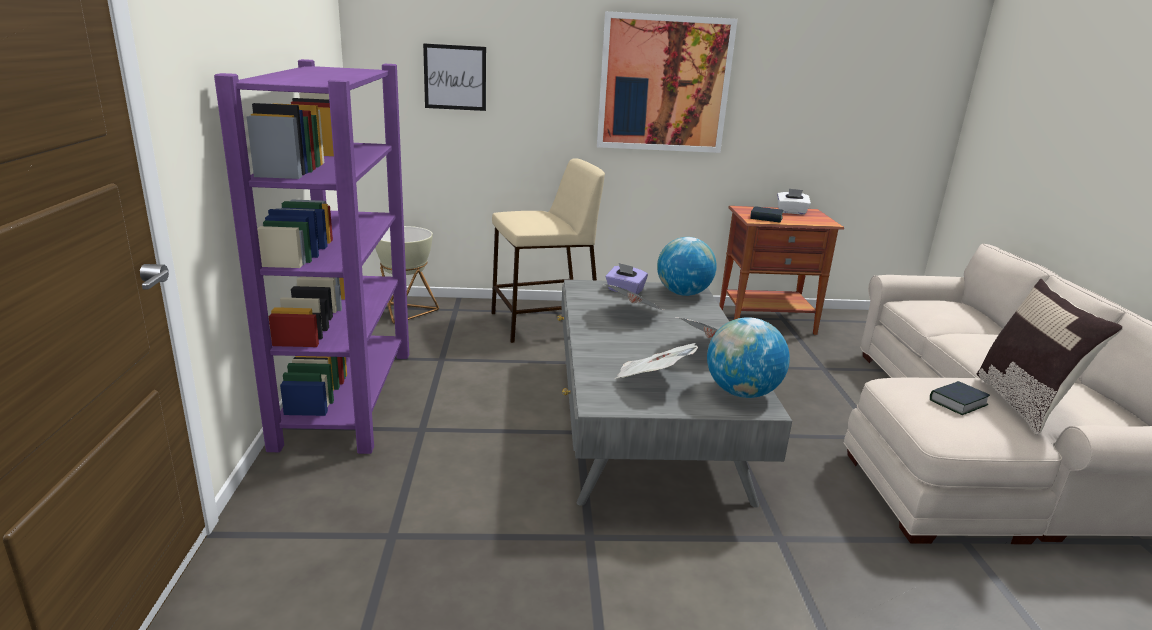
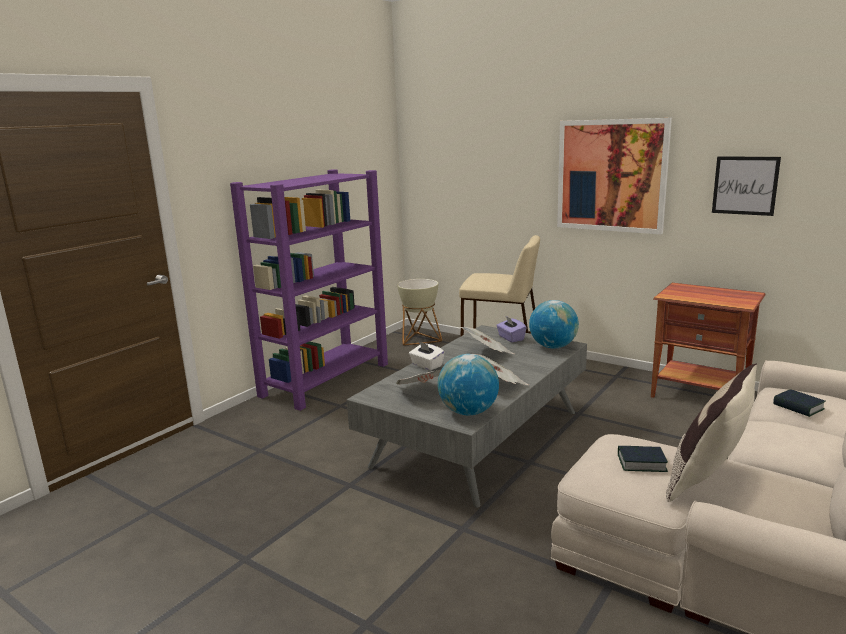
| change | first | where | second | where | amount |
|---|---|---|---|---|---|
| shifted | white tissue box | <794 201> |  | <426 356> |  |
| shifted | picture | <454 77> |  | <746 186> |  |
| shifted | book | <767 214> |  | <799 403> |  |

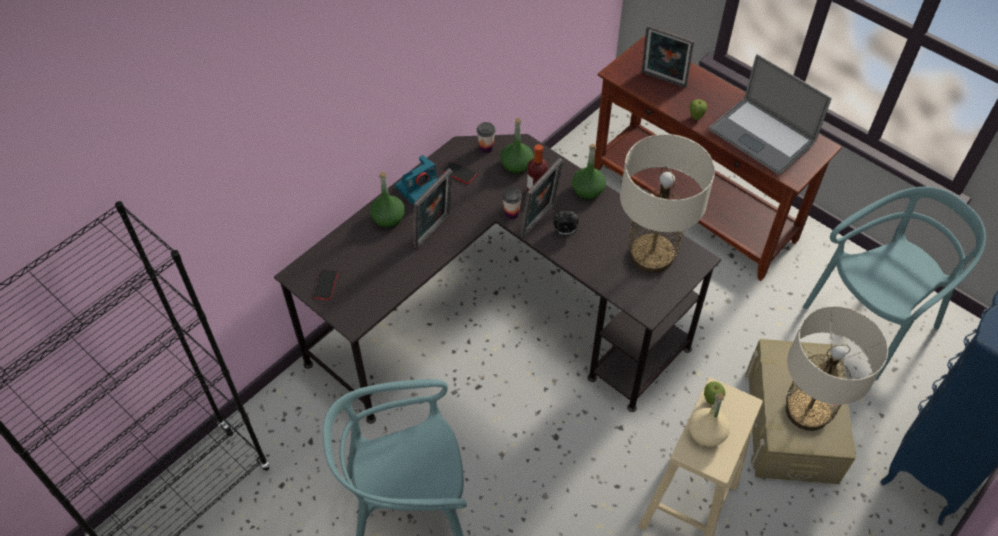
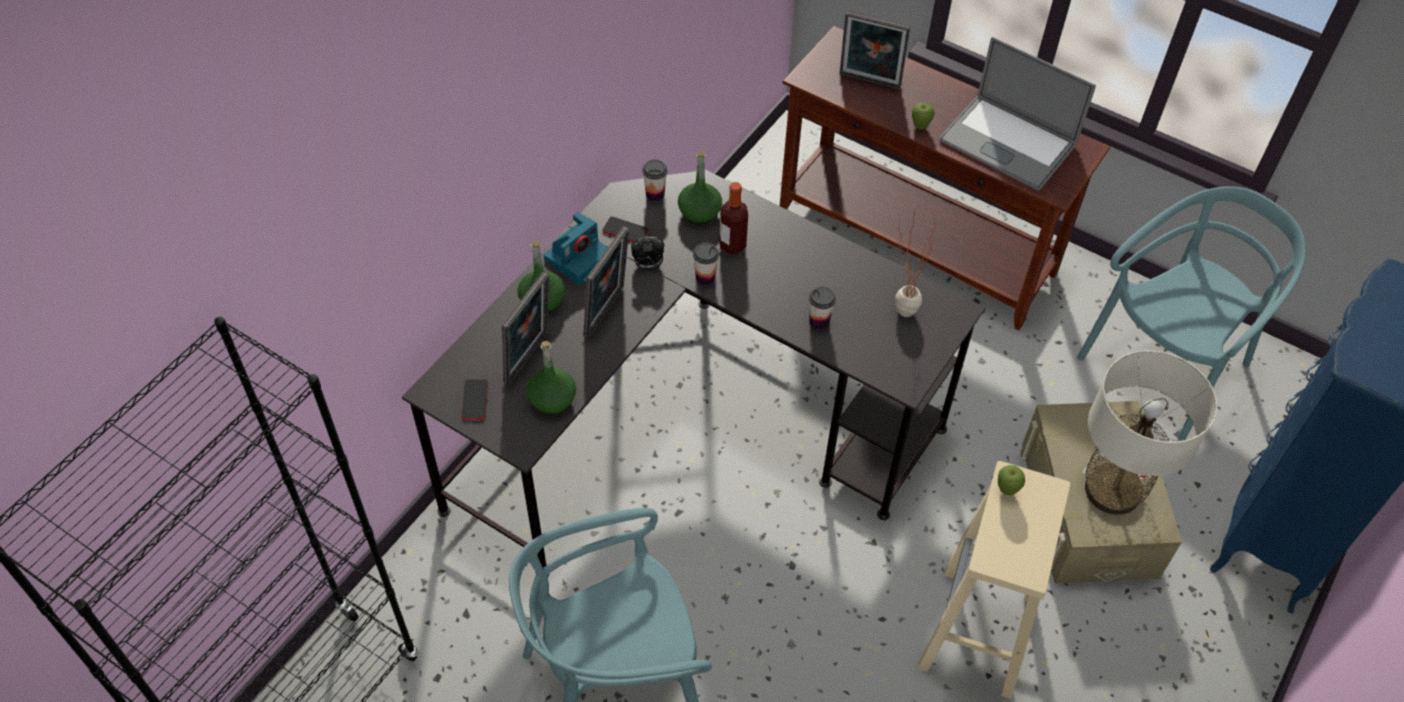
| change | first | where | second | where | amount |
|---|---|---|---|---|---|
| shifted | picture frame | <541 197> |  | <525 328> |  |
| shifted | green bottle | <589 172> |  | <551 378> |  |
| shifted | alarm clock | <566 223> |  | <647 253> |  |
| new |  |  | cup | <822 308> |  |
| swapped | table lamp | <667 203> | potted plant | <916 261> |  |
| gone | beige bottle | <709 420> |  |  |  |

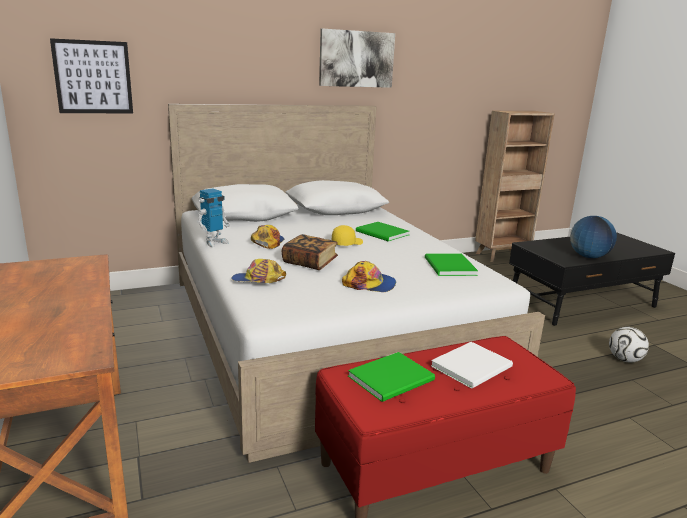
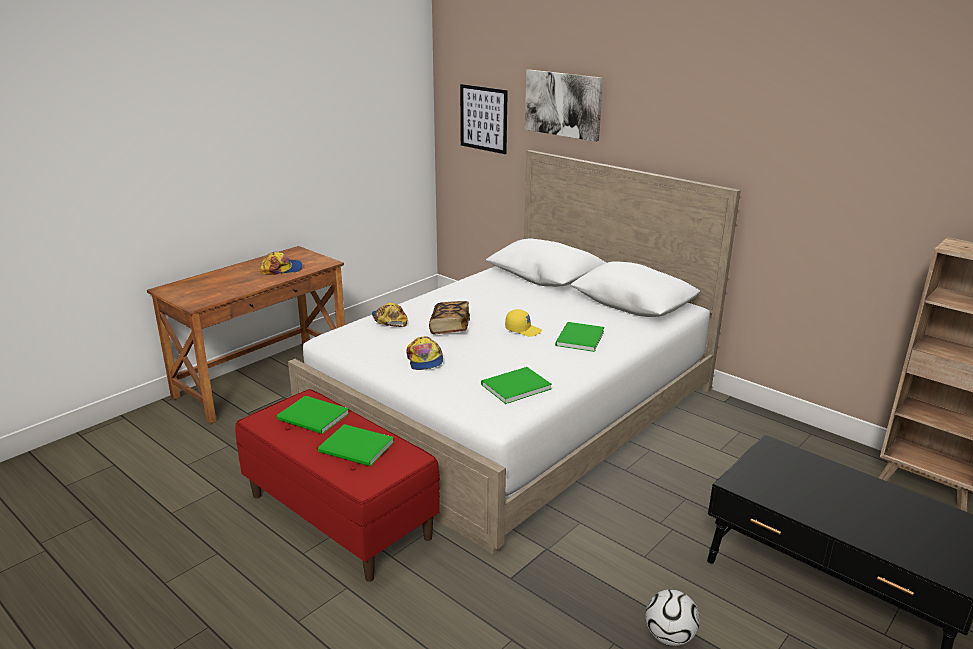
| change | first | where | second | where | amount |
|---|---|---|---|---|---|
| shifted | cap | <267 237> |  | <281 263> |  |
| repainted | white book | <472 365> | green book | <356 445> |  |
| shifted | picture | <357 58> |  | <564 105> |  |
| gone | toy robot | <213 217> |  |  |  |
| gone | globe | <593 237> |  |  |  |

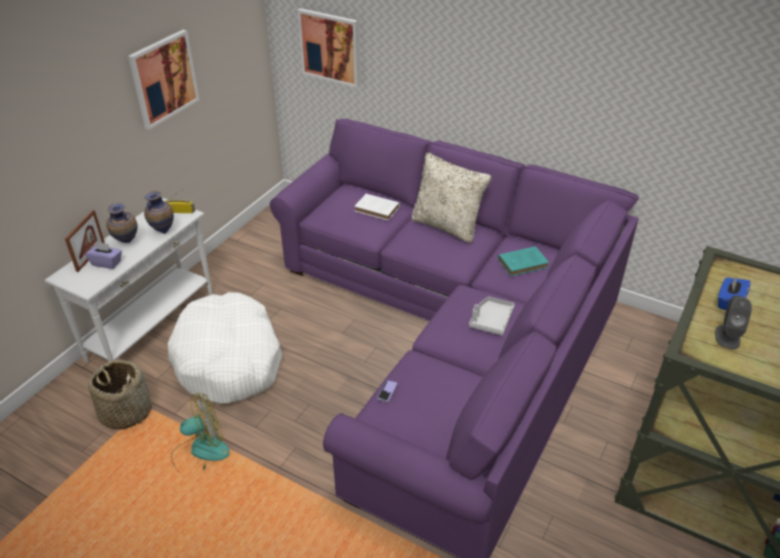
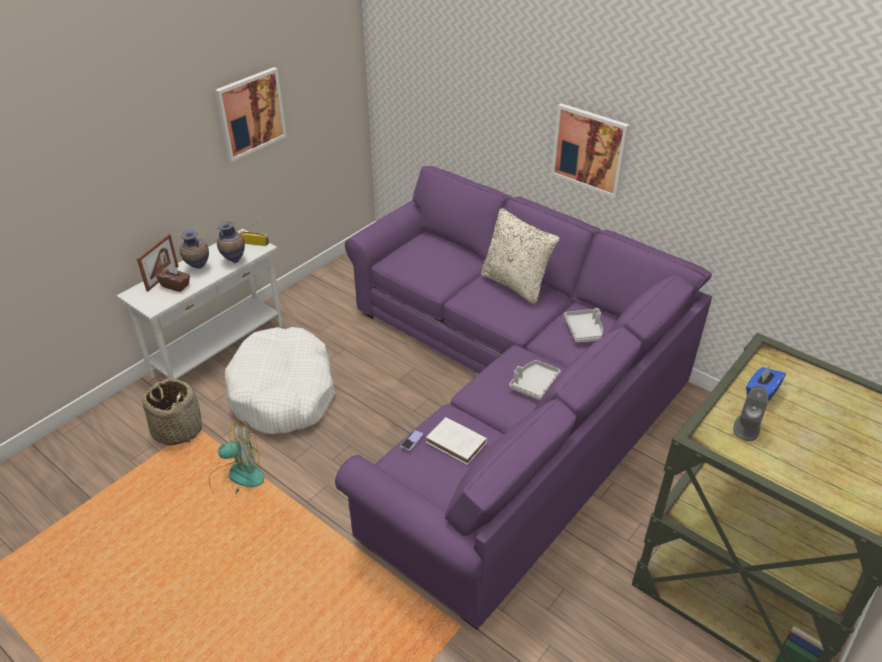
| change | first | where | second | where | amount |
|---|---|---|---|---|---|
| repainted | purple tissue box | <103 255> | brown tissue box | <173 278> |  |
| shifted | white book | <377 207> |  | <456 441> |  |
| shifted | picture | <328 48> |  | <590 150> |  |
| swapped | turquoise book | <523 261> | grey tray | <583 325> |  |

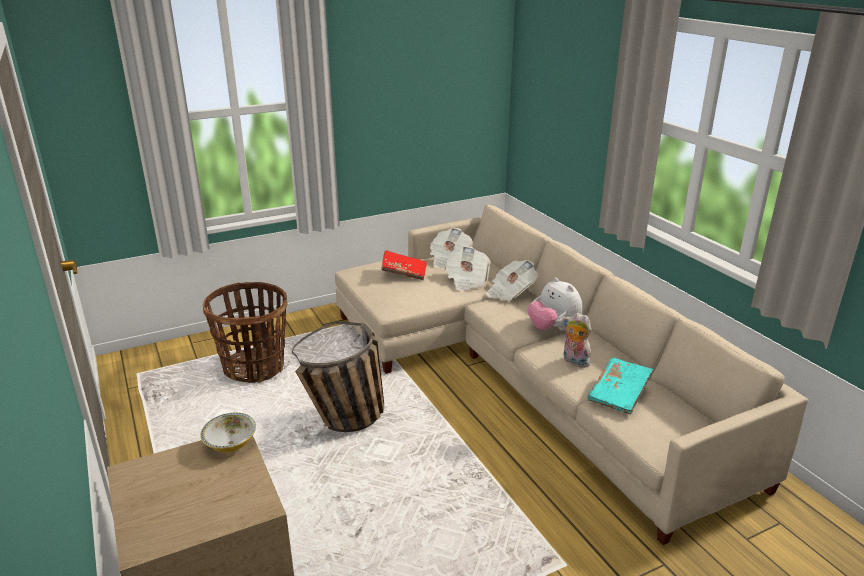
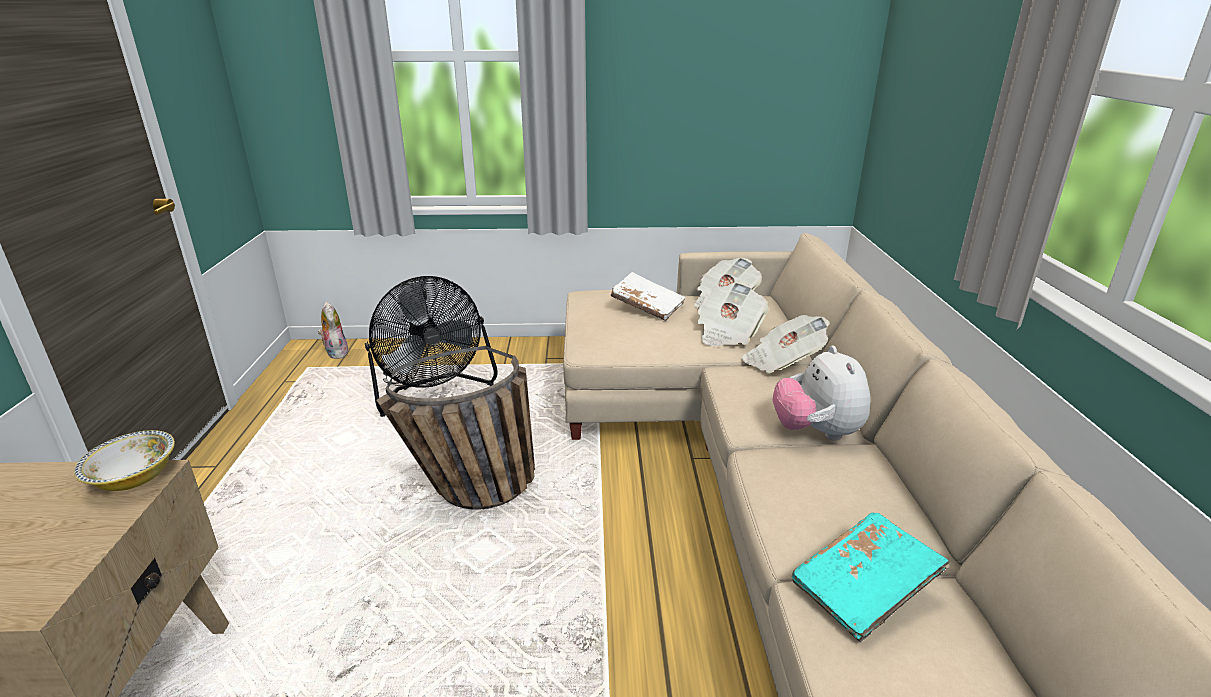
| change | first | where | second | where | amount |
|---|---|---|---|---|---|
| shifted | plush toy | <577 340> |  | <333 330> |  |
| swapped | basket | <245 332> | black fan | <431 346> |  |
| repainted | red book | <404 265> | white book | <648 296> |  |

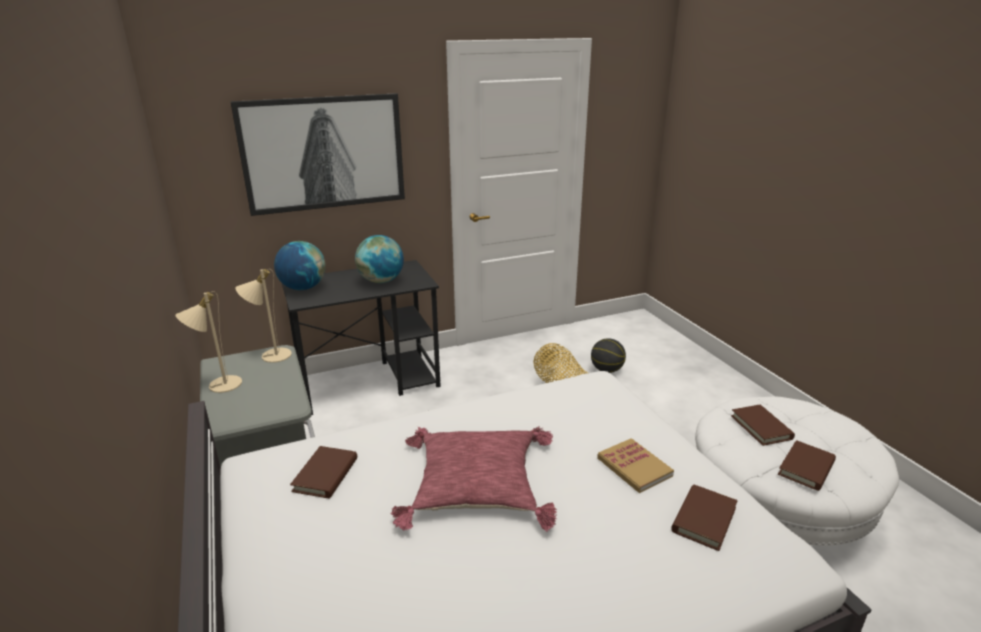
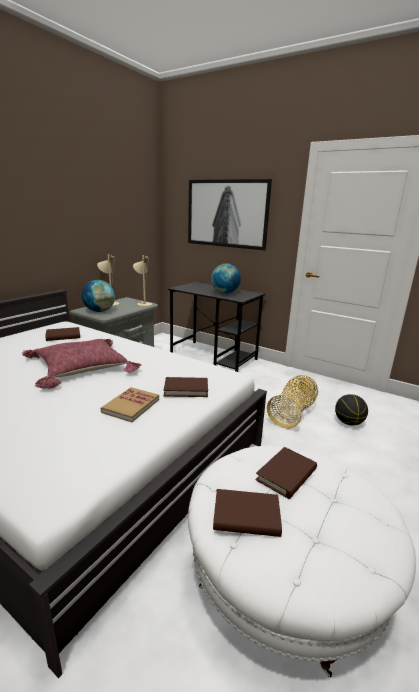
| change | first | where | second | where | amount |
|---|---|---|---|---|---|
| shifted | globe | <300 265> |  | <98 296> |  |
| shifted | brown book | <704 518> |  | <185 387> |  |

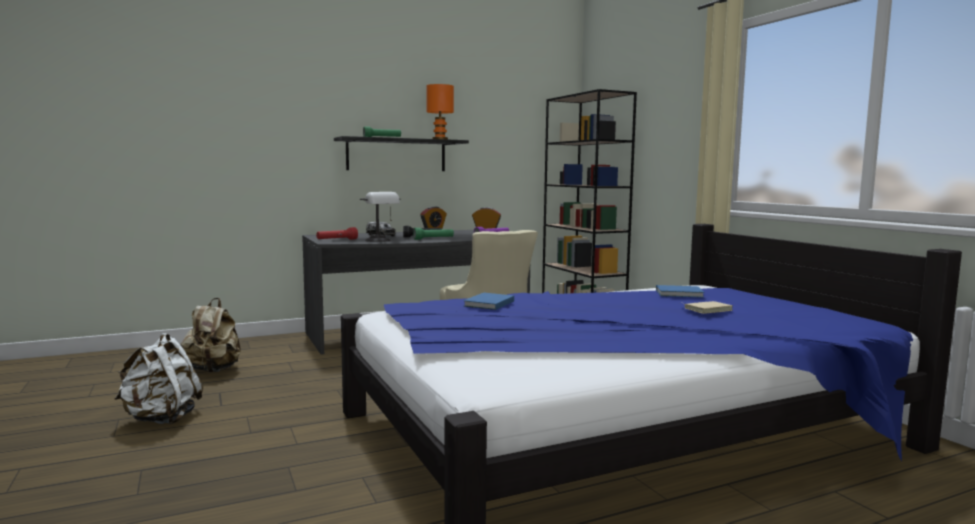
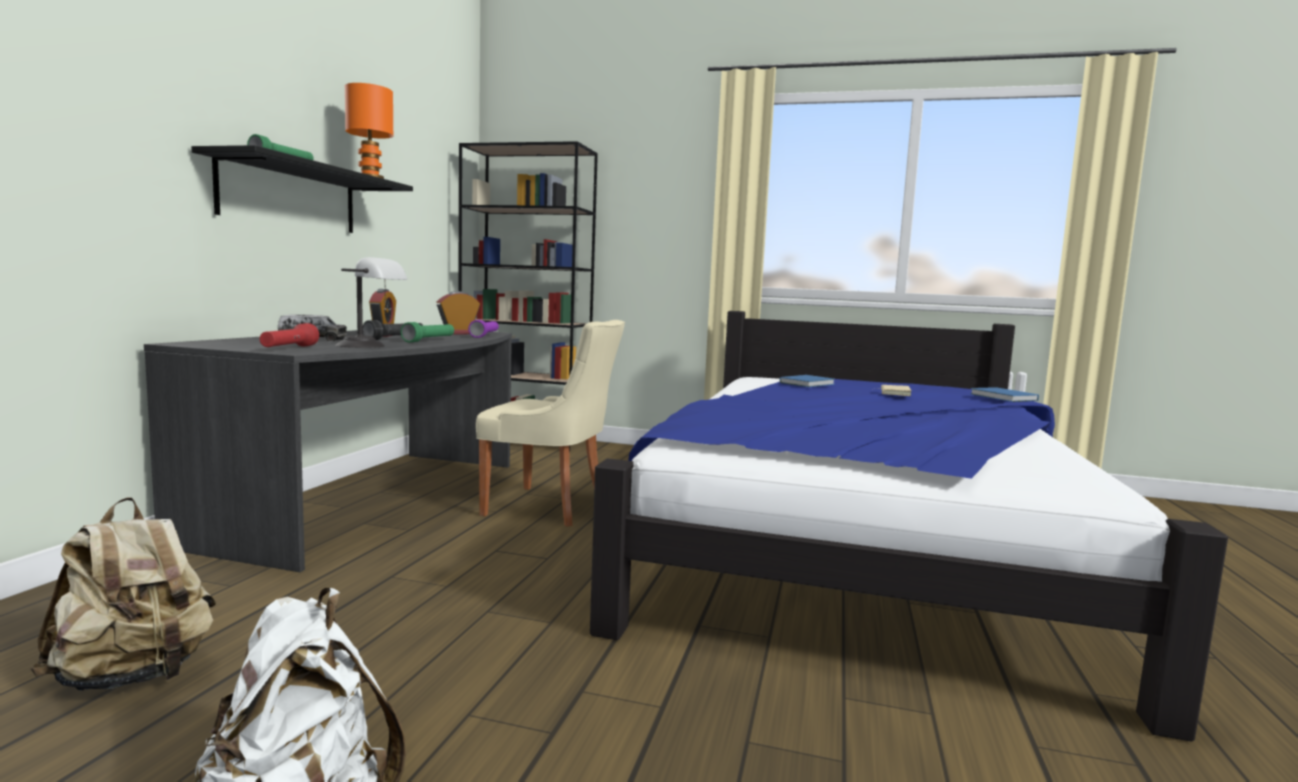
| change | first | where | second | where | amount |
|---|---|---|---|---|---|
| shifted | blue book | <488 301> |  | <1005 394> |  |

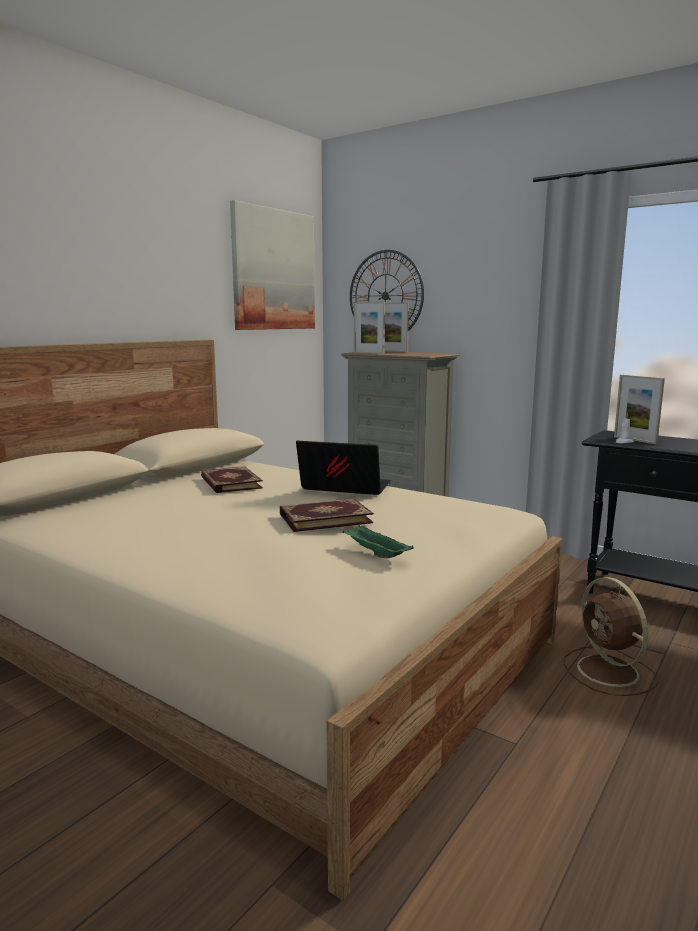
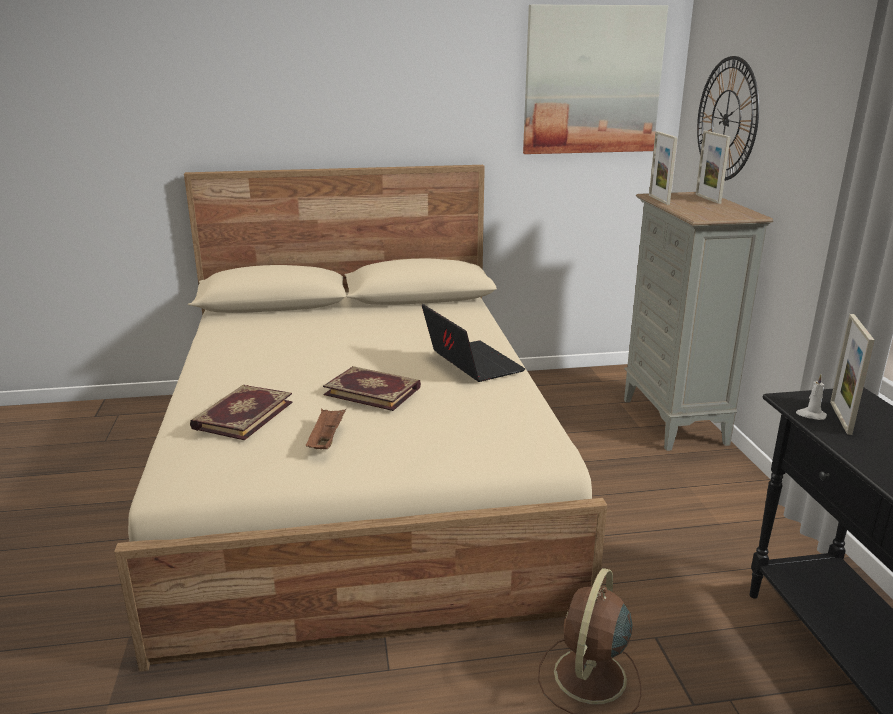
| change | first | where | second | where | amount |
|---|---|---|---|---|---|
| shifted | book | <232 479> |  | <241 412> |  |
| repainted | green tray | <378 541> | brown tray | <326 429> |  |

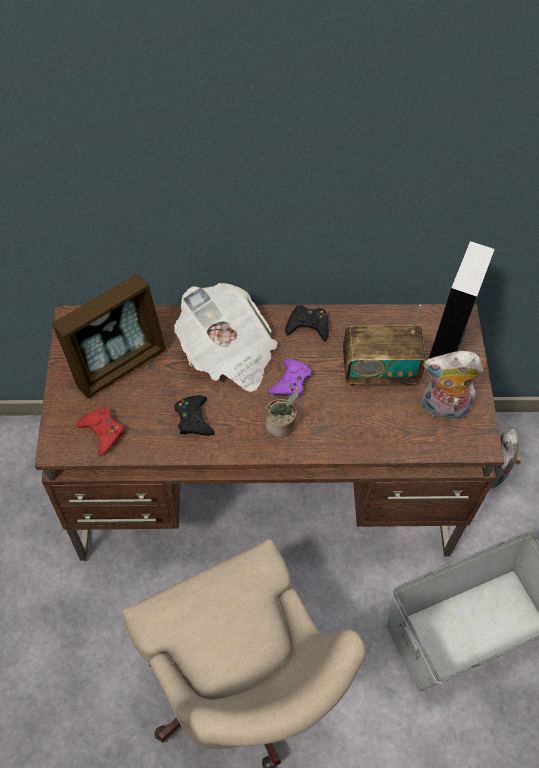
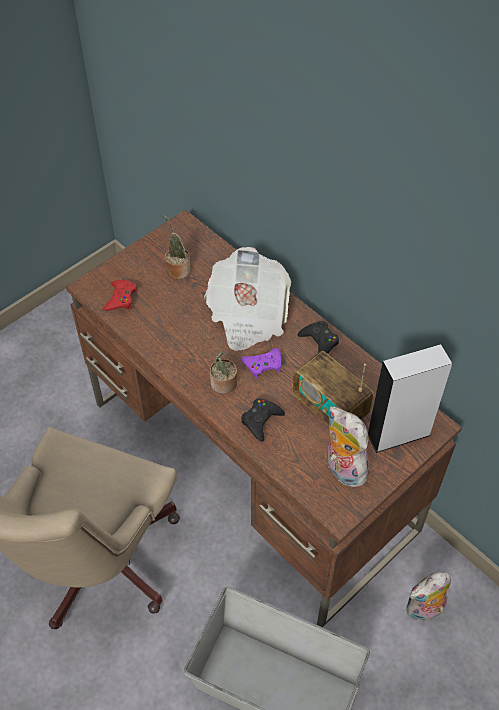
| change | first | where | second | where | amount |
|---|---|---|---|---|---|
| swapped | picture frame | <109 336> | potted plant | <177 247> |  |
| shifted | black game controller | <195 415> |  | <263 420> |  |

